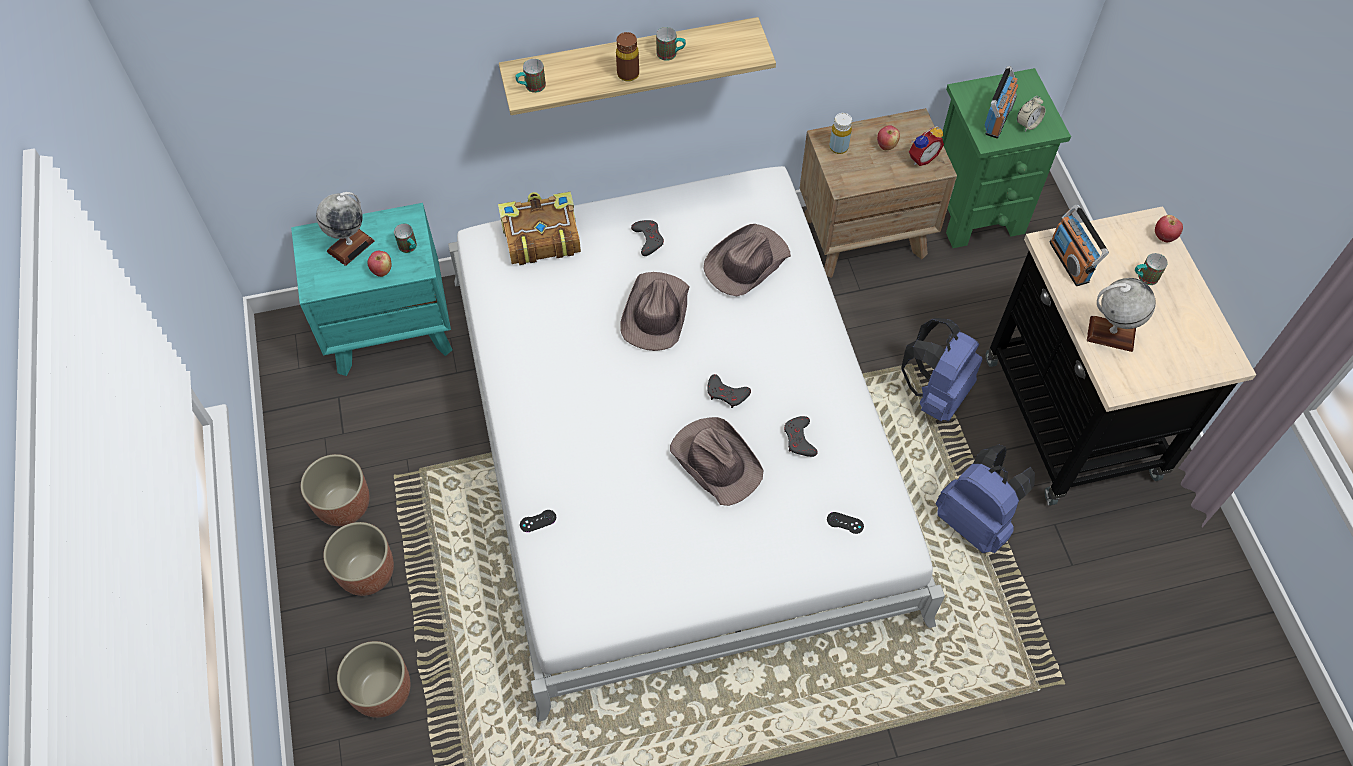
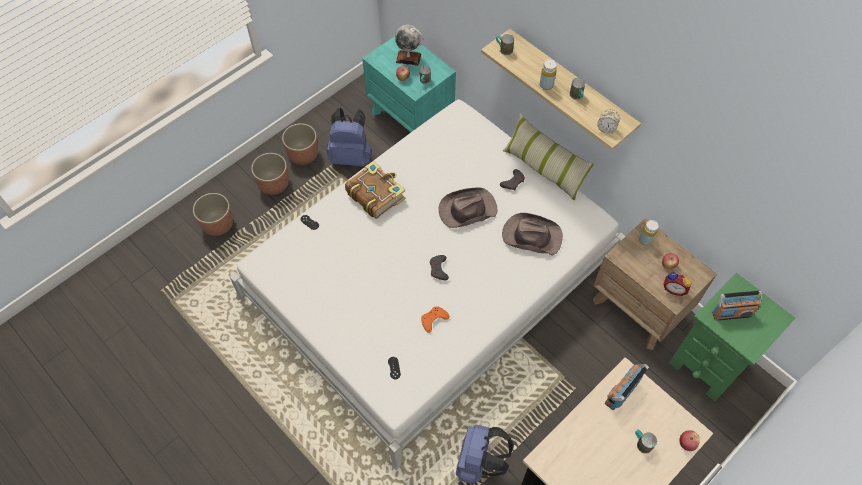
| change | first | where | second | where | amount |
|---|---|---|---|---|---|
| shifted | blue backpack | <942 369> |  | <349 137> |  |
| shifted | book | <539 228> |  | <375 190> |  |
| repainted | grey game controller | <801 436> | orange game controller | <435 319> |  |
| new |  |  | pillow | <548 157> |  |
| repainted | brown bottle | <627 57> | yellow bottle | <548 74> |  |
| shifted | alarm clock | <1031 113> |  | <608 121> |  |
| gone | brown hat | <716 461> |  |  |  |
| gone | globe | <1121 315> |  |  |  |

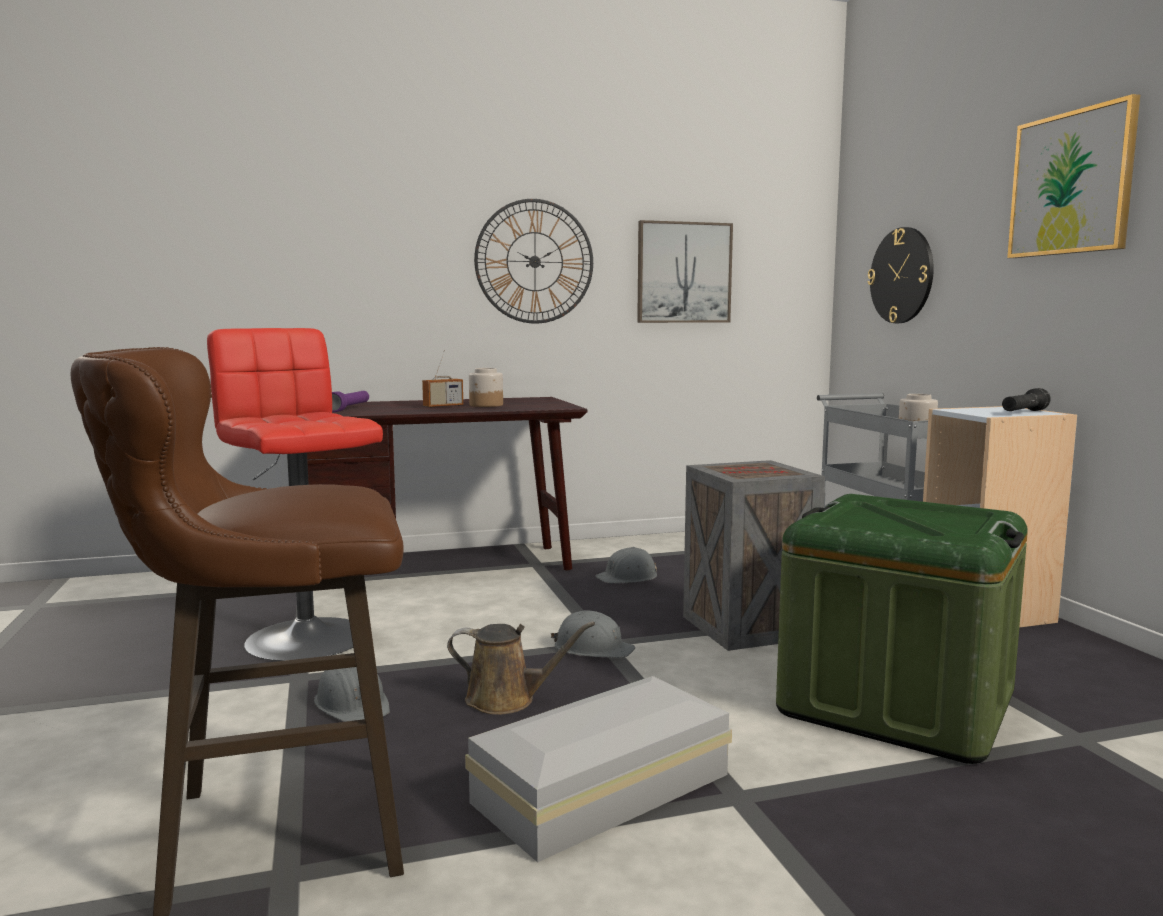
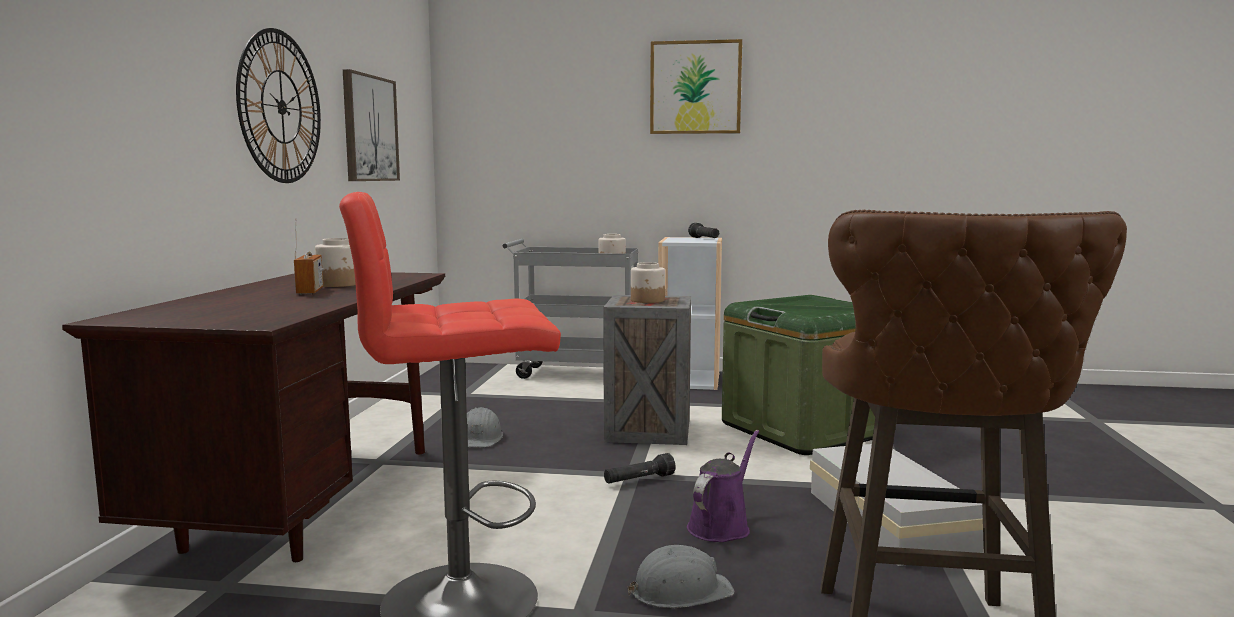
| change | first | where | second | where | amount |
|---|---|---|---|---|---|
| swapped | grey hard hat | <593 634> | black flashlight | <639 468> |  |
| new |  |  | jar | <648 282> |  |
| repainted | brown watering can | <521 668> | purple watering can | <723 486> |  |
| gone | purple flashlight | <350 401> |  |  |  |
| gone | wall clock | <901 275> |  |  |  |

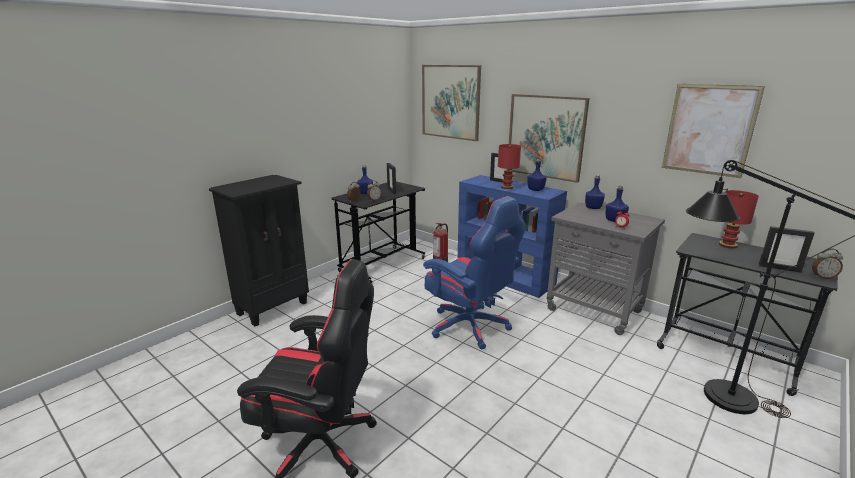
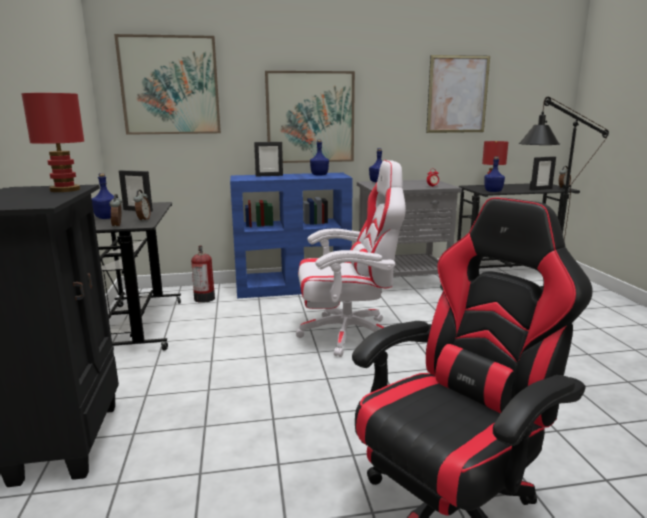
| change | first | where | second | where | amount |
|---|---|---|---|---|---|
| shifted | red table lamp | <509 166> |  | <52 142> |  |
| repainted | blue office chair | <474 272> | white office chair | <351 258> |  |
| shifted | blue bottle | <617 204> |  | <494 174> |  |

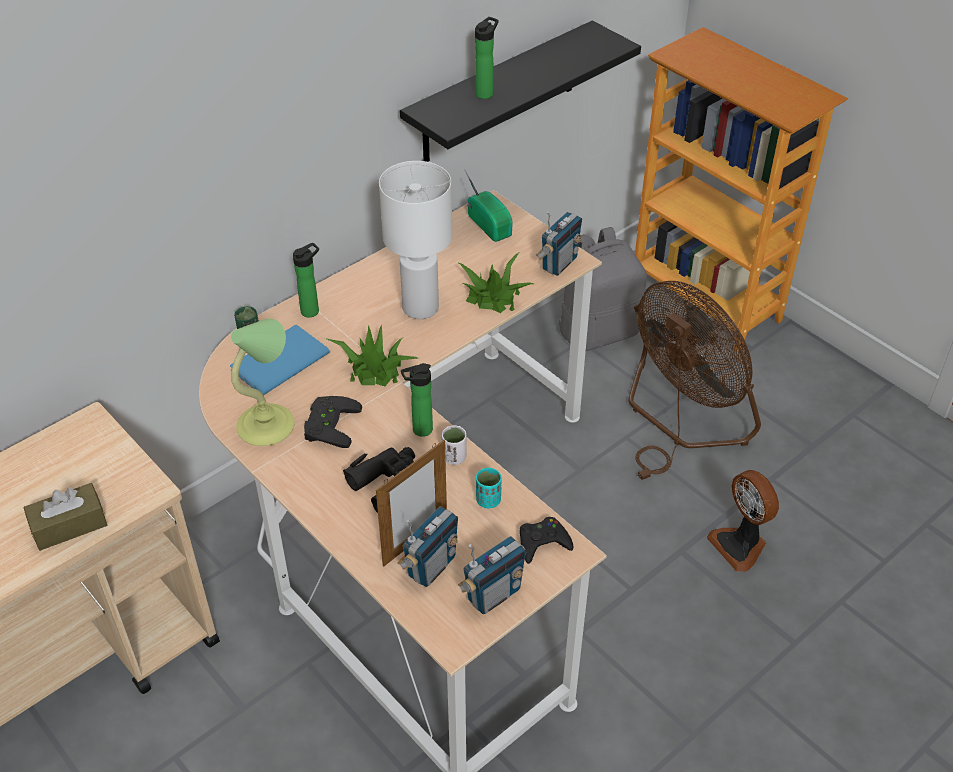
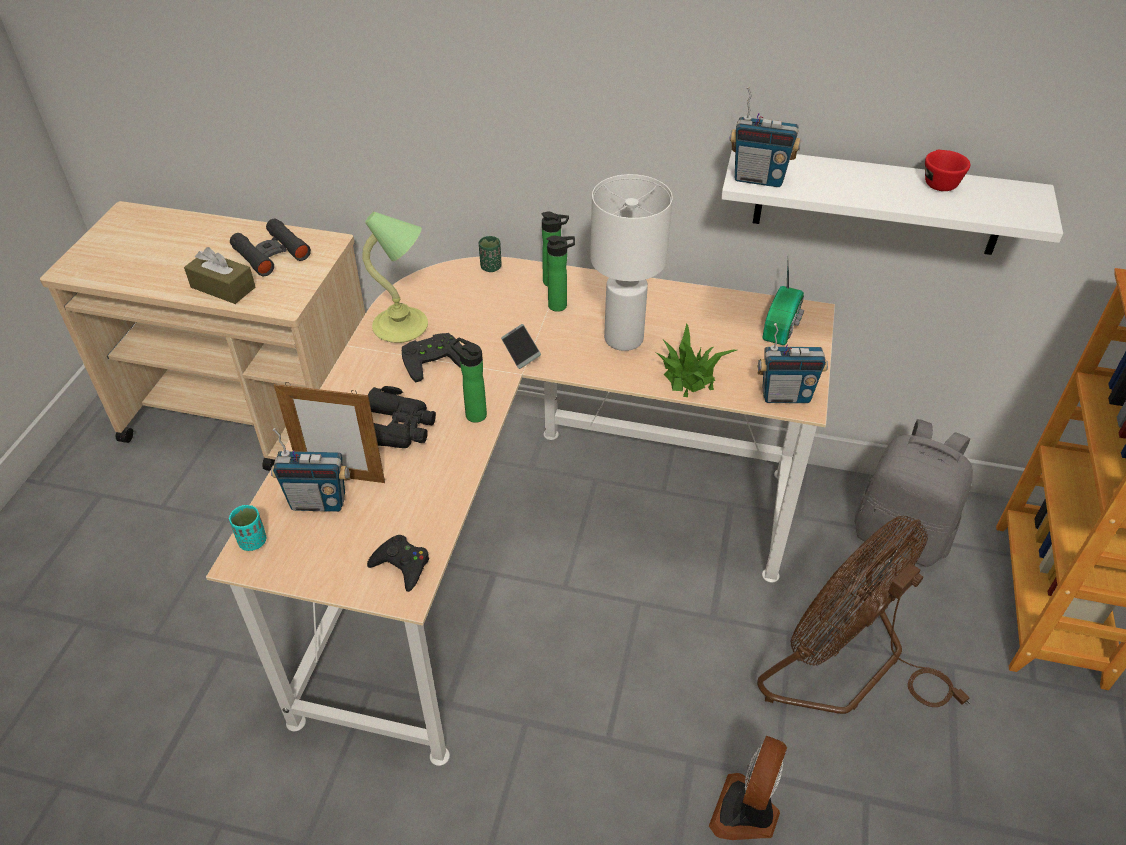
| change | first | where | second | where | amount |
|---|---|---|---|---|---|
| shifted | turquoise cup | <488 488> |  | <247 528> |  |
| new |  |  | black binoculars | <270 247> |  |
| swapped | potted plant | <371 355> | phone | <521 346> |  |
| shifted | bottle | <486 58> |  | <561 273> |  |
| repainted | black shelf | <520 91> | white shelf | <892 202> |  |
| shifted | radio | <492 575> |  | <765 137> |  |
| rotated | brown fan | <694 380> |  | <863 615> | 150 degrees counterclockwise |
| new |  |  | red cup | <947 170> |  |
| gone | blue book | <280 360> |  |  |  |
| gone | white cup | <454 445> |  |  |  |

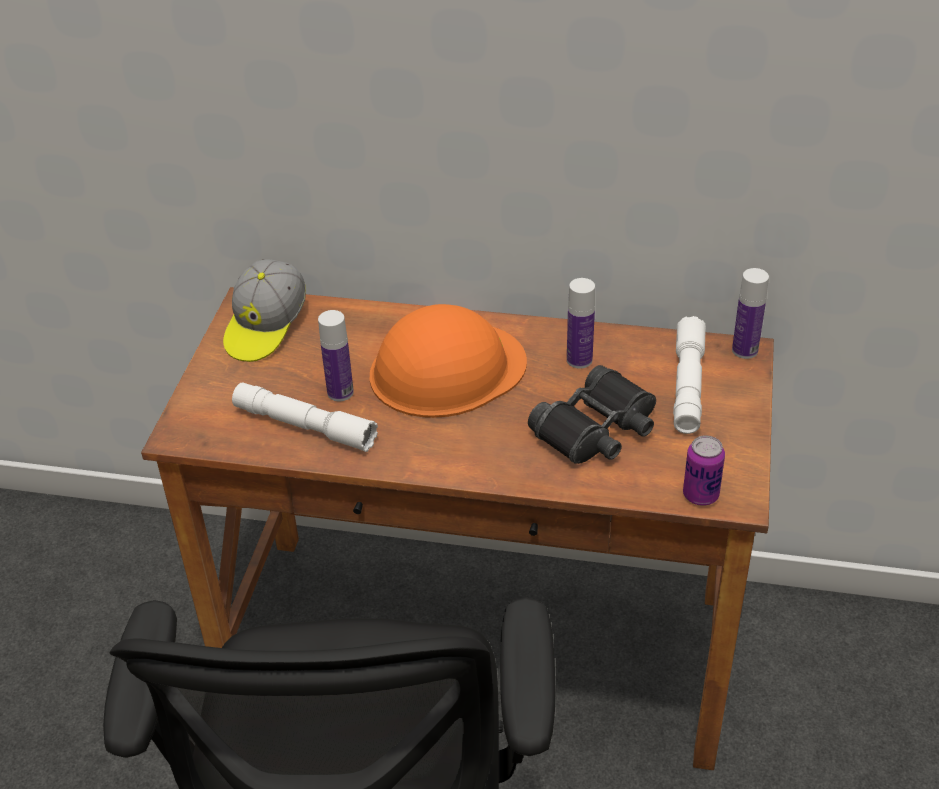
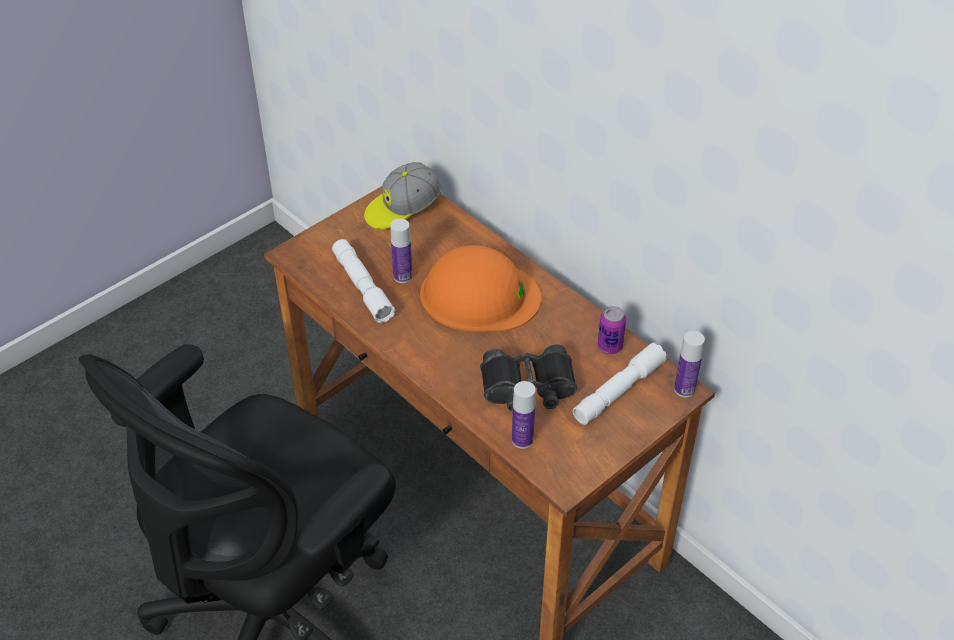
| change | first | where | second | where | amount |
|---|---|---|---|---|---|
| shifted | bottle | <581 323> |  | <524 415> |  |
| shifted | can | <704 470> |  | <611 330> |  |

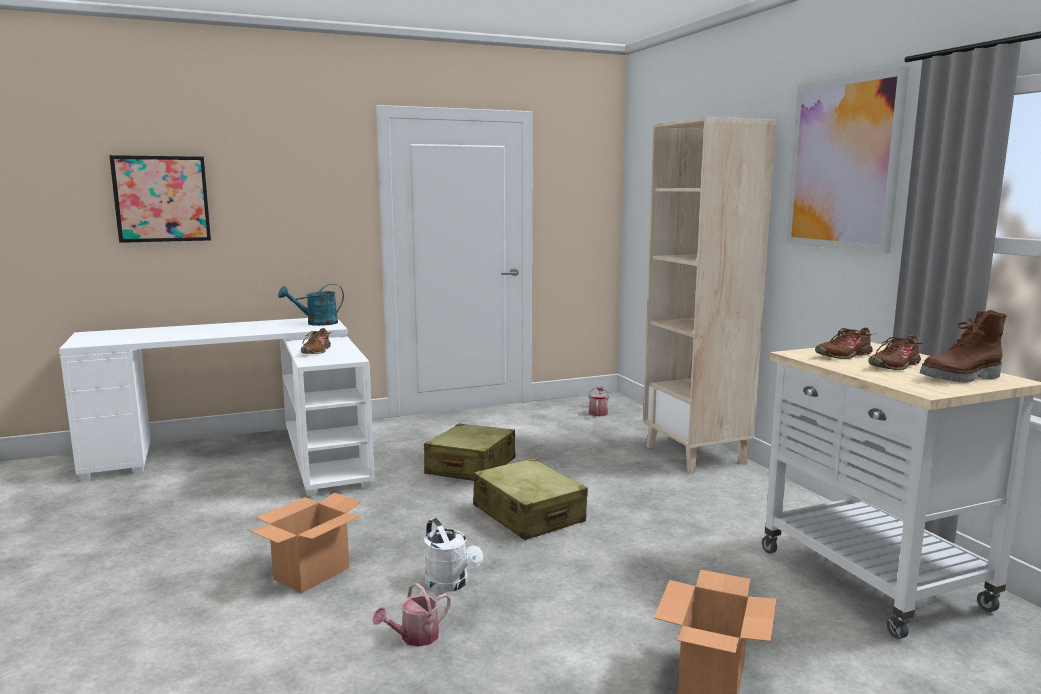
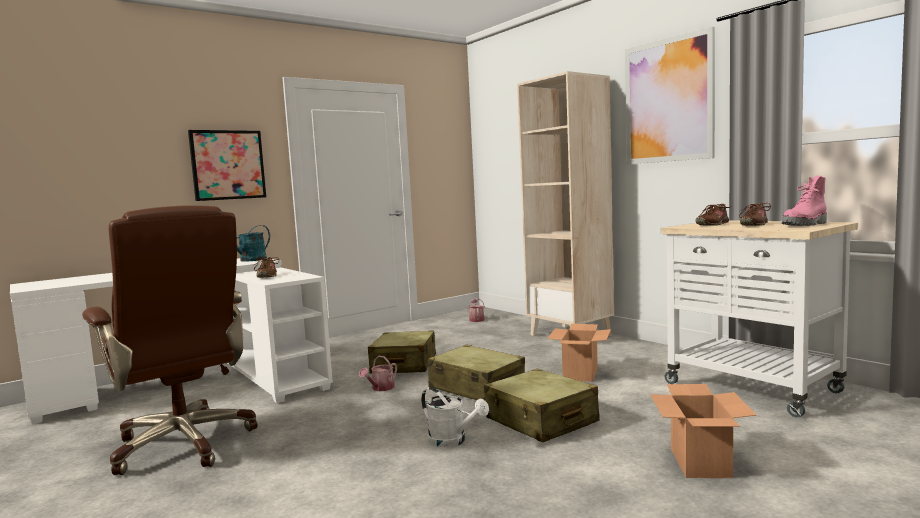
| change | first | where | second | where | amount |
|---|---|---|---|---|---|
| new |  |  | brown office chair | <169 340> |  |
| shifted | picture | <160 199> |  | <227 165> |  |
| shifted | watering can | <411 615> |  | <378 373> |  |
| new |  |  | beige suitcase | <542 406> |  |
| shifted | cardboard box | <305 543> |  | <579 353> |  |
| repainted | brown boot | <963 346> | pink boot | <804 201> |  |

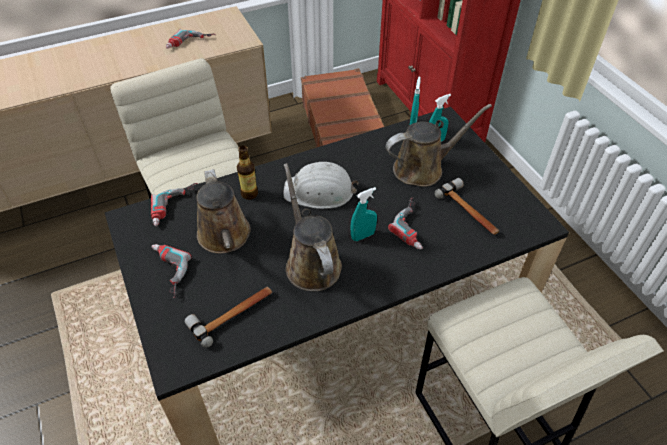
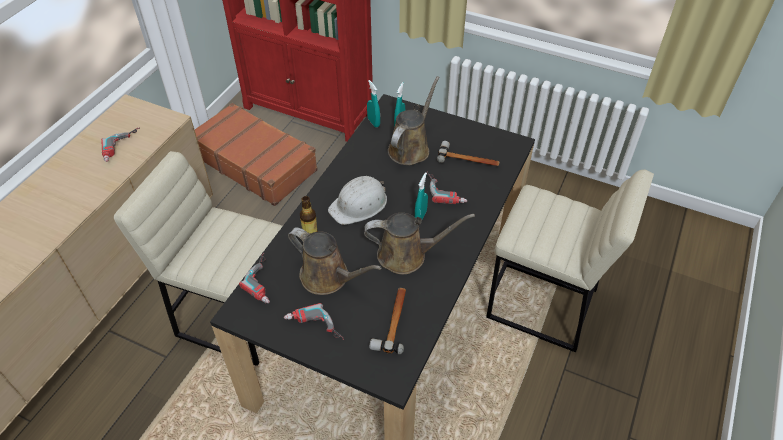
| change | first | where | second | where | amount |
|---|---|---|---|---|---|
| rotated | brown watering can | <313 227> |  | <419 244> | 150 degrees clockwise |

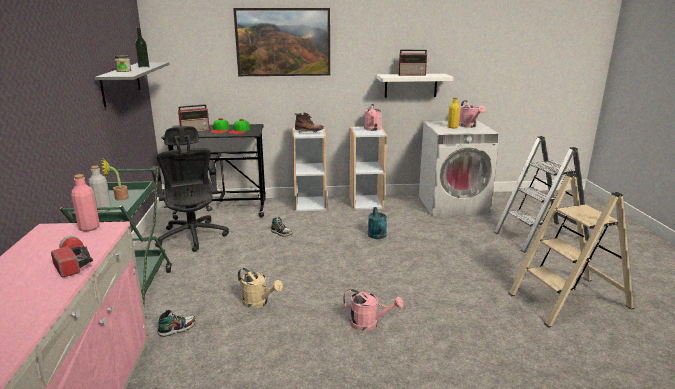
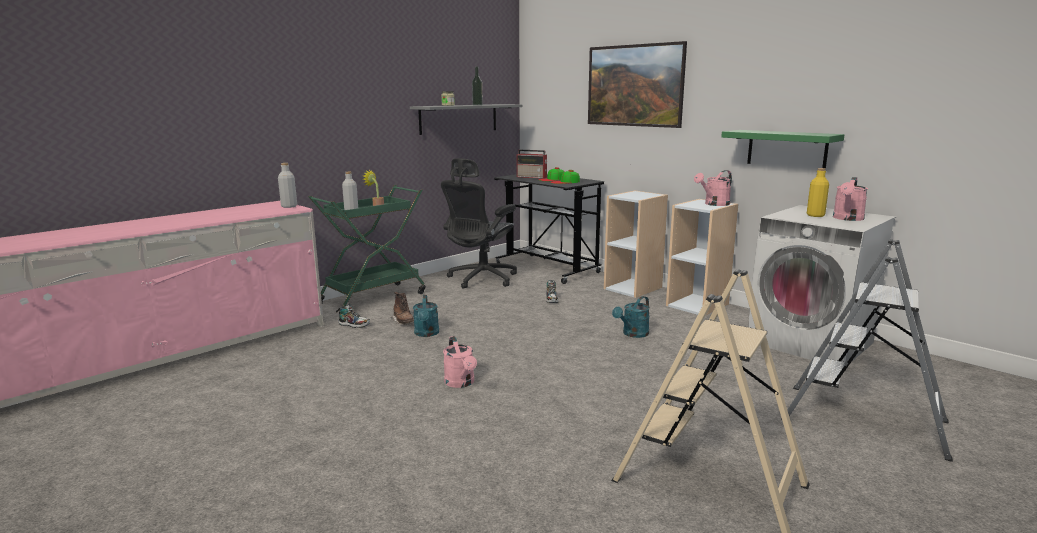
| change | first | where | second | where | amount |
|---|---|---|---|---|---|
| repainted | pink bottle | <85 202> | grey bottle | <287 185> |  |
| shifted | brown boot | <309 123> |  | <402 308> |  |
| repainted | beige watering can | <260 288> | turquoise watering can | <426 316> |  |
| repainted | white shelf | <415 86> | green shelf | <783 149> |  |
| gone | flashlight | <72 256> |  |  |  |
| gone | radio | <413 63> |  |  |  |

